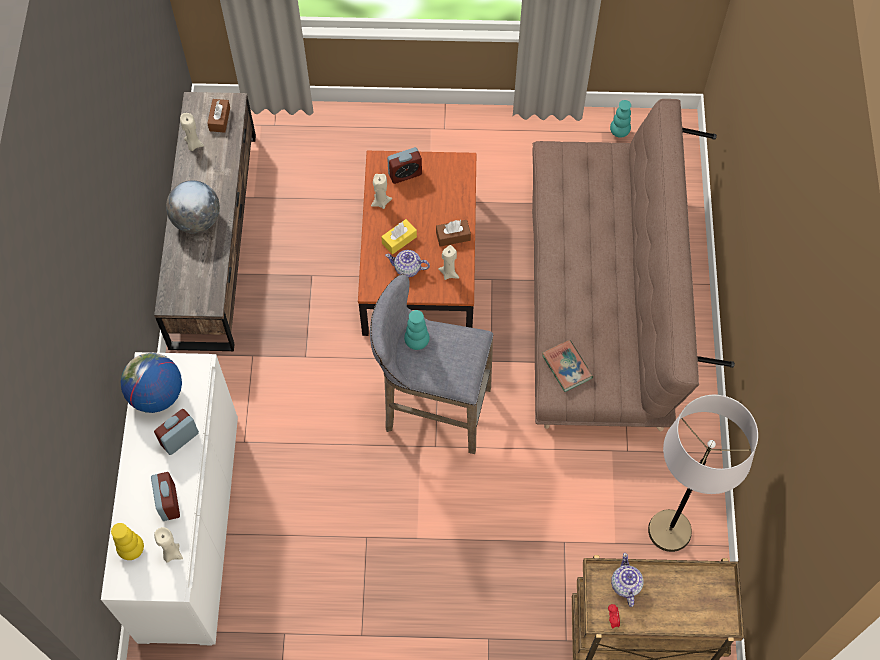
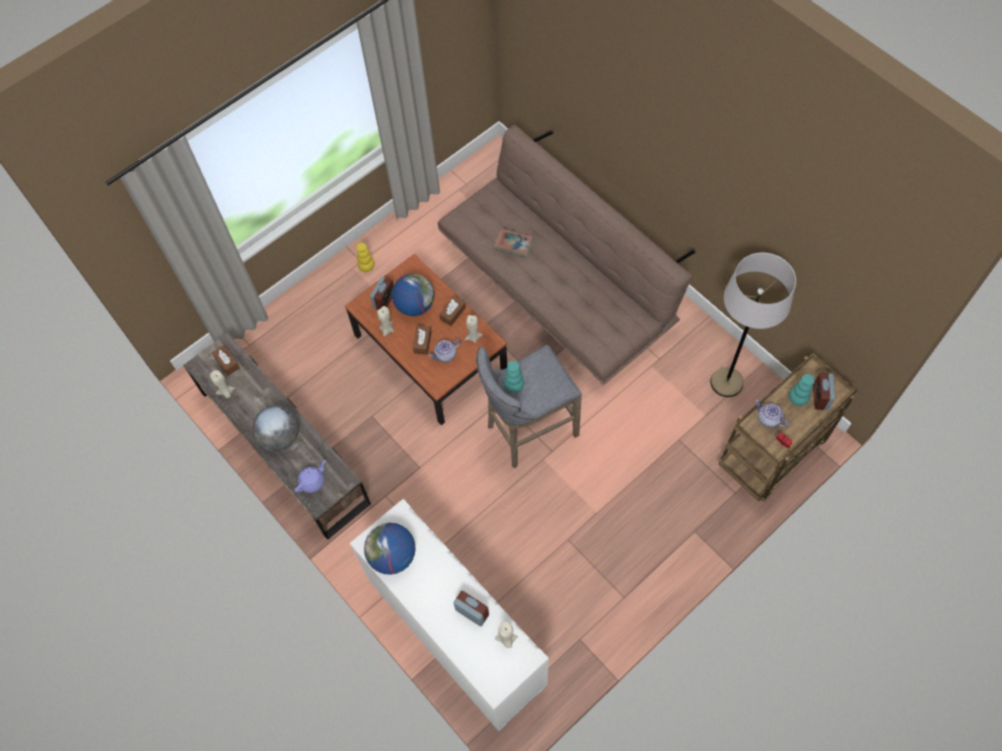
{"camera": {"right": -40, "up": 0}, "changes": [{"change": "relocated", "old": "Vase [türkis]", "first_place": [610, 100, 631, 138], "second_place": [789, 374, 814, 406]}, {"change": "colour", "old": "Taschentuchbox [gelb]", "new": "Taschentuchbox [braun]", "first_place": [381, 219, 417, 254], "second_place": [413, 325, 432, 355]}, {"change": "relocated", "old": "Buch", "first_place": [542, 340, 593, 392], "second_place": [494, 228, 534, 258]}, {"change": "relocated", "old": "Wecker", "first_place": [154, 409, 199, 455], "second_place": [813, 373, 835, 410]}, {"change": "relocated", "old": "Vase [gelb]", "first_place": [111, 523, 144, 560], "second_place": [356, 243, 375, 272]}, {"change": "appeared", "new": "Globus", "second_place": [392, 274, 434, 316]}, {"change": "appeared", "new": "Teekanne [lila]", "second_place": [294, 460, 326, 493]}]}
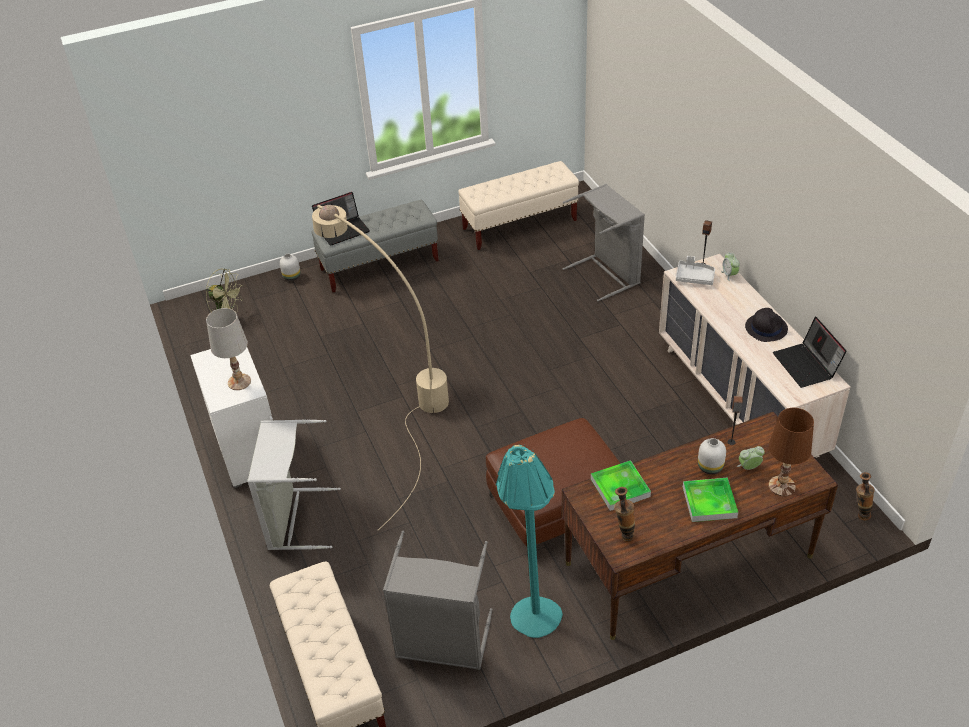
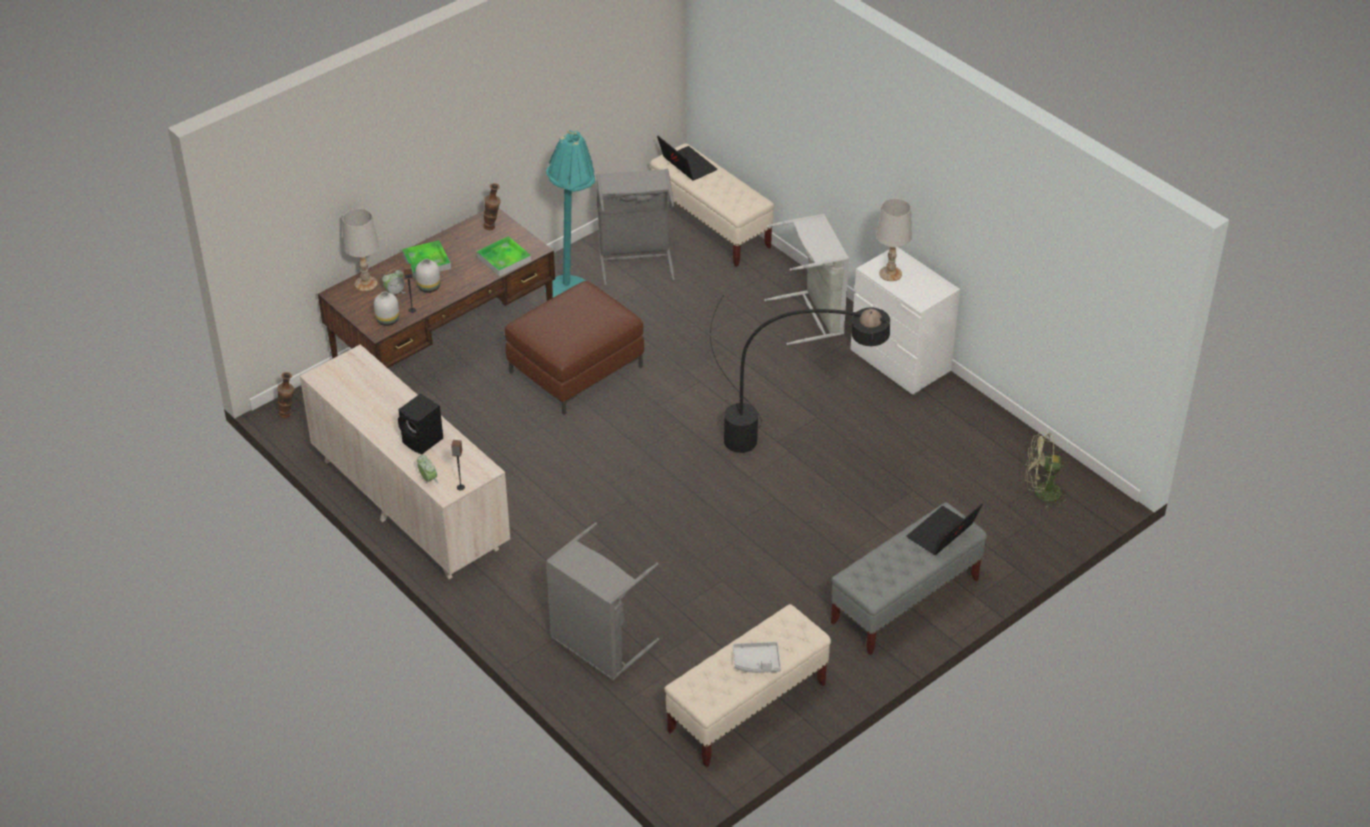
{"camera": {"right": 160, "up": 0}, "changes": [{"change": "colour", "old": "Stehlampe [beige]", "new": "Stehlampe [schwarz]", "first_place": [312, 205, 449, 530], "second_place": [710, 295, 890, 453]}, {"change": "relocated", "old": "Vase [weiß]", "first_place": [280, 254, 301, 281], "second_place": [374, 291, 399, 326]}, {"change": "relocated", "old": "Tablett [grau]", "first_place": [676, 256, 715, 285], "second_place": [733, 642, 781, 673]}, {"change": "missing", "old": "Hut [schwarz]", "first_place": [745, 308, 788, 342]}, {"change": "relocated", "old": "Laptop", "first_place": [773, 317, 846, 388], "second_place": [657, 136, 717, 181]}, {"change": "colour", "old": "Tischlampe [braun]", "new": "Tischlampe [weiß]", "first_place": [769, 408, 814, 496], "second_place": [343, 209, 379, 291]}, {"change": "appeared", "new": "Lautsprecher [schwarz]", "second_place": [398, 394, 443, 454]}]}
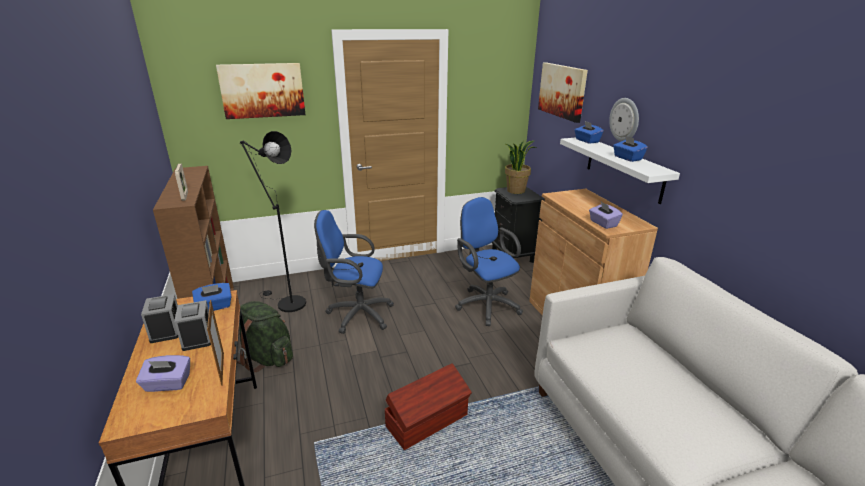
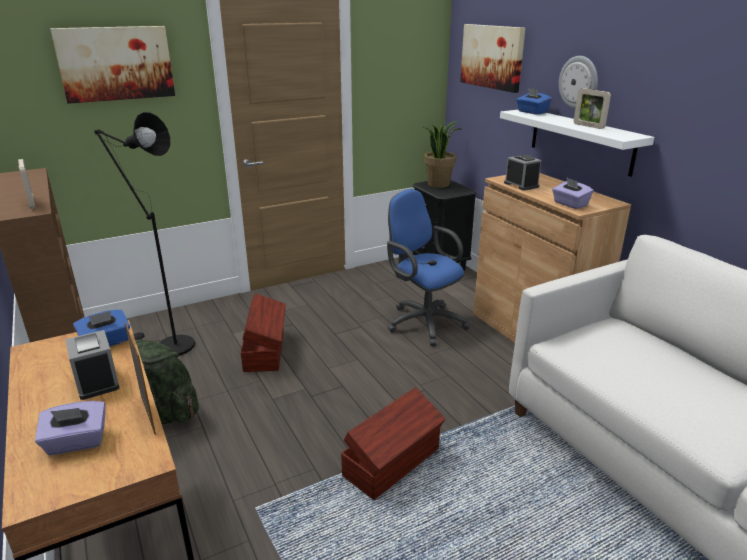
{"camera": {"right": -10, "up": 0}, "changes": [{"change": "exchanged", "old": "Taschentuchbox [blau]", "new": "Bilderrahmen", "first_place": [613, 136, 648, 162], "second_place": [574, 88, 611, 129]}, {"change": "exchanged", "old": "Bürostuhl [blau]", "new": "Aufbewahrungsbox [braun]", "first_place": [314, 210, 394, 334], "second_place": [241, 293, 286, 372]}, {"change": "relocated", "old": "Wecker", "first_place": [141, 294, 178, 343], "second_place": [504, 155, 541, 191]}]}
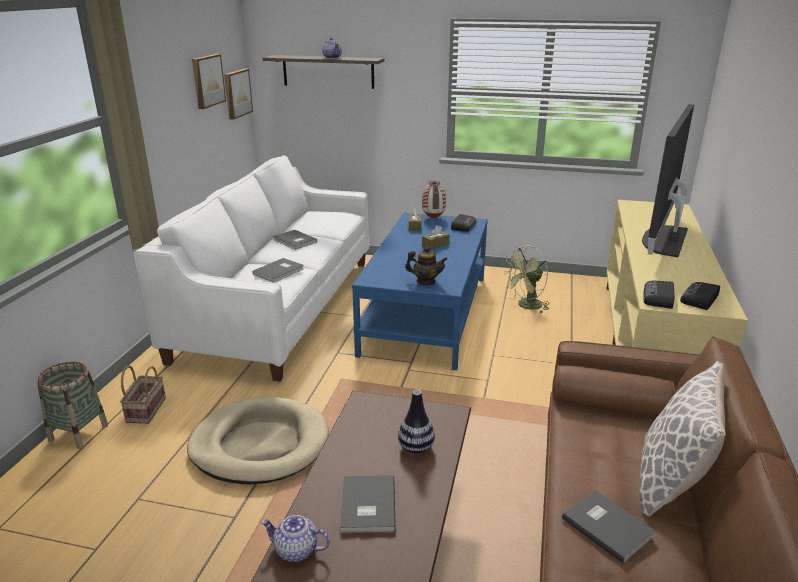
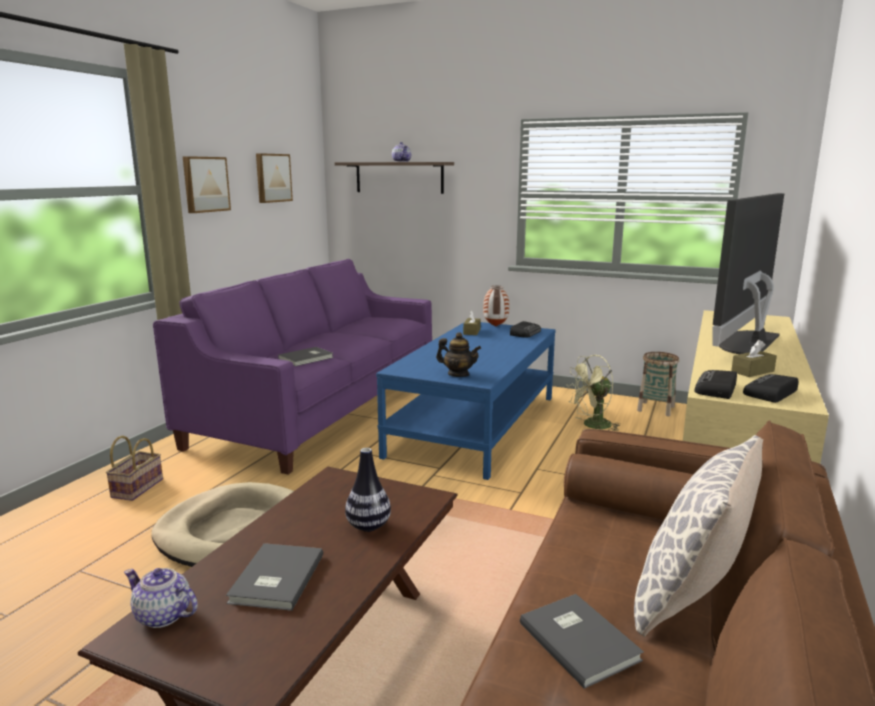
{"camera": {"right": 10, "up": -10}, "changes": [{"change": "relocated", "old": "Bild", "first_place": [224, 69, 253, 120], "second_place": [183, 156, 231, 213]}, {"change": "colour", "old": "Sofa [weiß]", "new": "Sofa [lila]", "first_place": [134, 155, 369, 382], "second_place": [153, 259, 432, 475]}, {"change": "relocated", "old": "Taschentuchbox [braun]", "first_place": [422, 225, 450, 250], "second_place": [731, 340, 777, 377]}, {"change": "missing", "old": "Buch [grau]", "first_place": [273, 230, 317, 250]}, {"change": "relocated", "old": "Korb", "first_place": [37, 362, 108, 449], "second_place": [637, 352, 679, 416]}]}
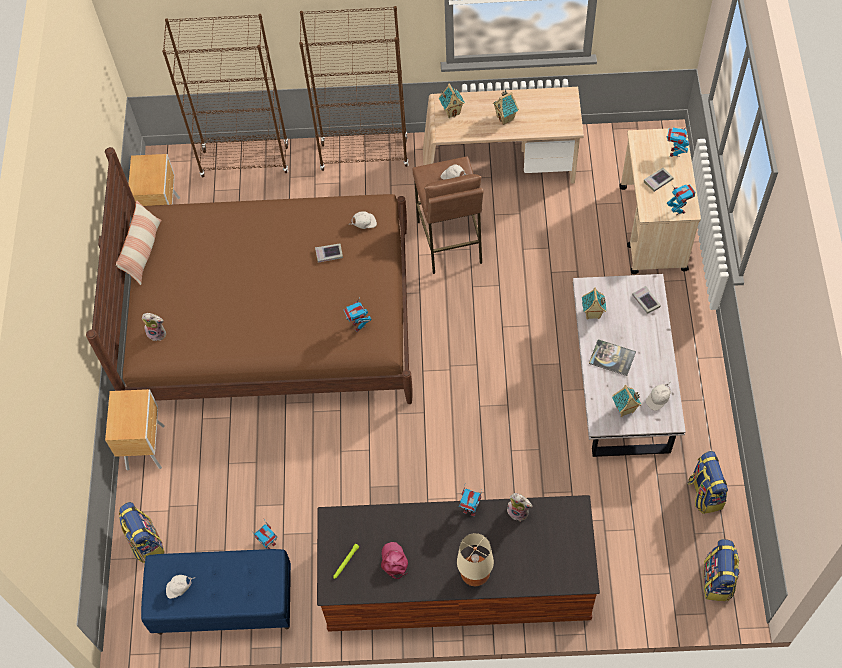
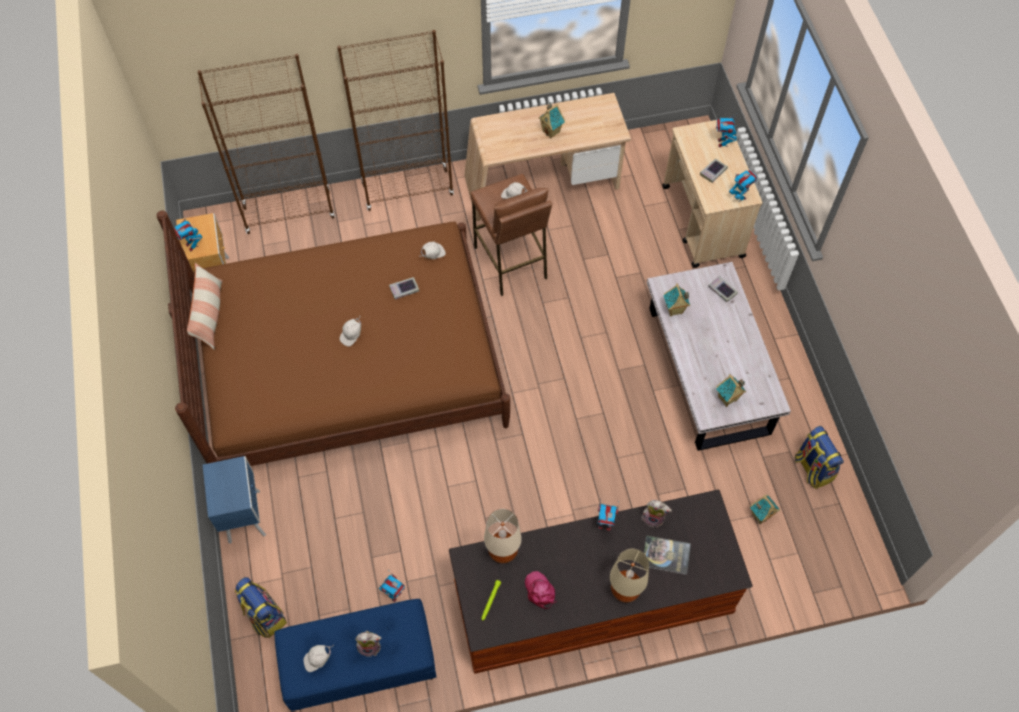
{"camera": {"right": -15, "up": 0}, "changes": [{"change": "relocated", "old": "Spielzeughaus", "first_place": [439, 84, 465, 118], "second_place": [750, 495, 780, 524]}, {"change": "relocated", "old": "Spielzeugroboter", "first_place": [344, 296, 372, 332], "second_place": [174, 214, 202, 252]}, {"change": "relocated", "old": "Plüschtier", "first_place": [142, 313, 166, 341], "second_place": [355, 630, 382, 657]}, {"change": "relocated", "old": "Buch", "first_place": [589, 339, 636, 376], "second_place": [642, 536, 691, 575]}, {"change": "relocated", "old": "Kappe [weiß]", "first_place": [646, 382, 671, 411], "second_place": [340, 315, 361, 347]}, {"change": "colour", "old": "Nachttisch [braun]", "new": "Nachttisch [blau]", "first_place": [105, 389, 165, 471], "second_place": [203, 456, 266, 544]}, {"change": "missing", "old": "Rucksack", "first_place": [703, 539, 740, 602]}, {"change": "appeared", "new": "Tischlampe [beige]", "second_place": [484, 509, 522, 563]}]}
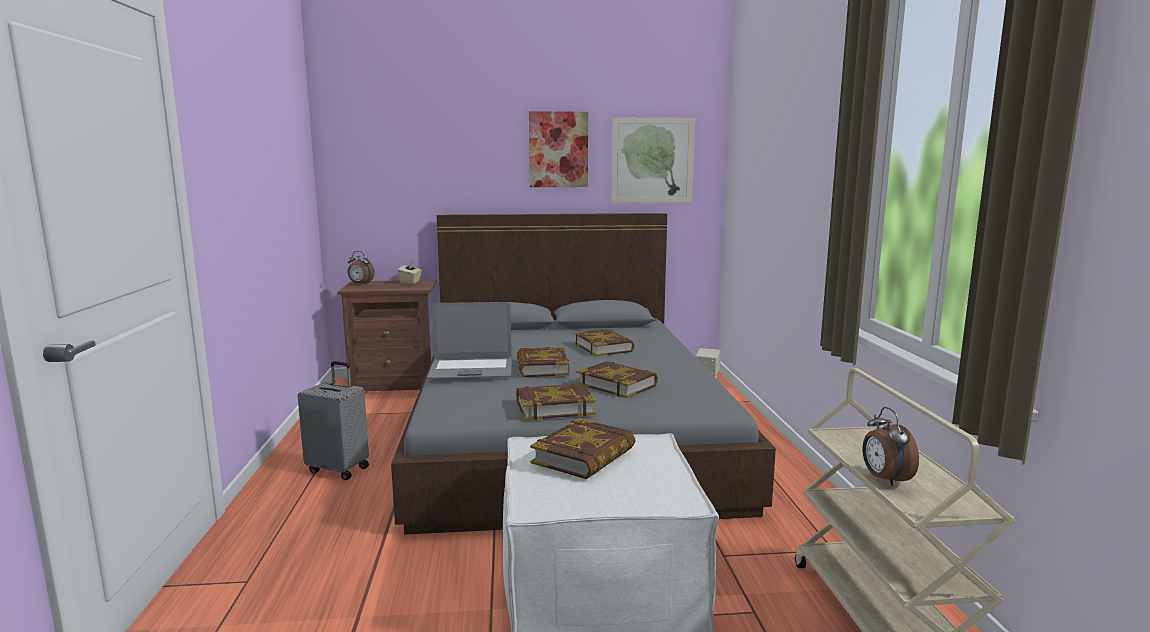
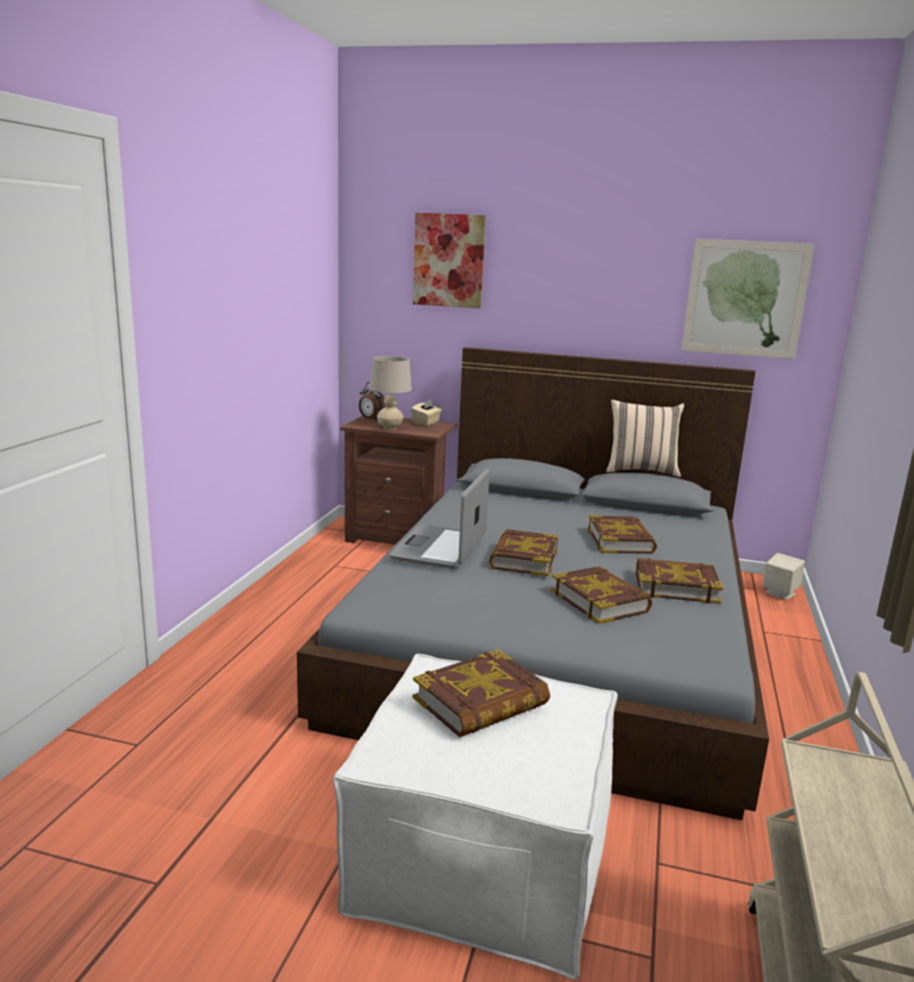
{"camera": {"right": 20, "up": 5}, "changes": [{"change": "relocated", "old": "Bild", "first_place": [529, 111, 588, 187], "second_place": [413, 213, 486, 309]}, {"change": "spun", "old": "Laptop", "first_place": [427, 302, 512, 379], "second_place": [389, 469, 490, 569], "degrees": 90}, {"change": "missing", "old": "Koffer [grau]", "first_place": [298, 361, 369, 480]}, {"change": "relocated", "old": "Buch", "first_place": [516, 383, 596, 420], "second_place": [636, 558, 723, 604]}, {"change": "missing", "old": "Wecker", "first_place": [863, 407, 919, 486]}, {"change": "appeared", "new": "Tischlampe [beige]", "second_place": [370, 356, 412, 430]}, {"change": "appeared", "new": "Kissen [beige]", "second_place": [606, 400, 684, 477]}]}
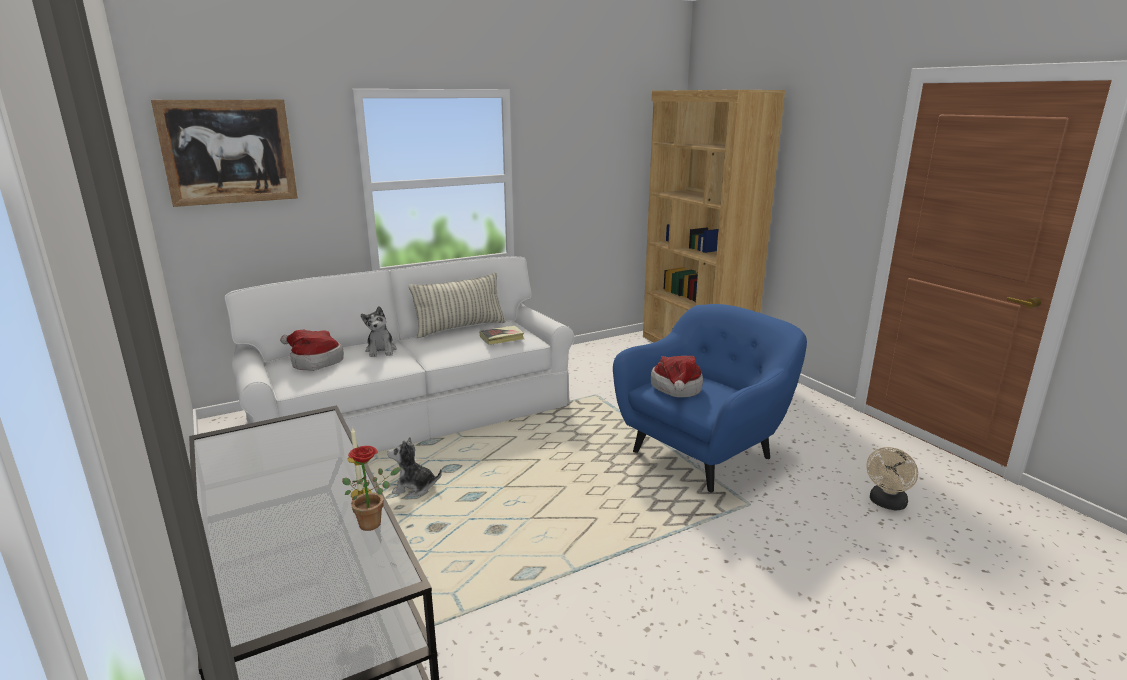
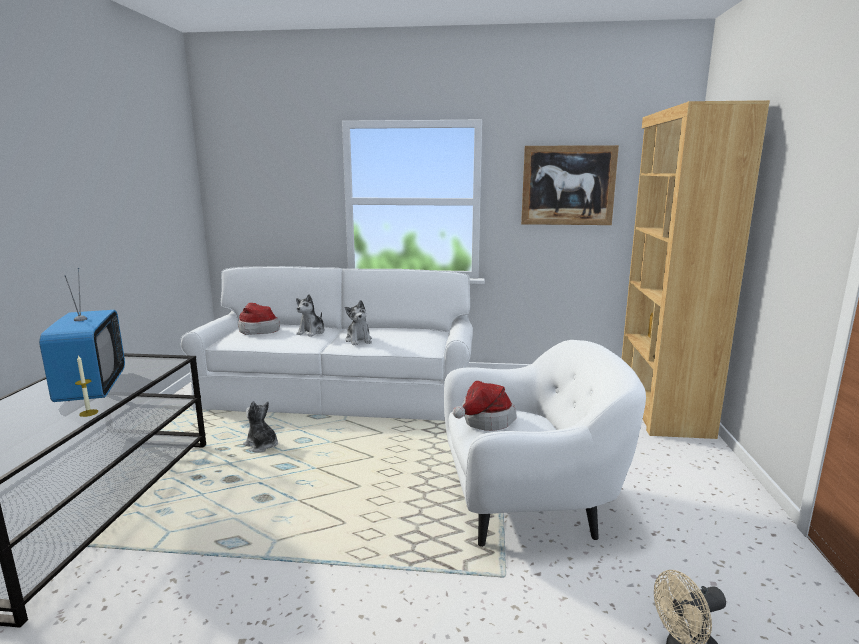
{"camera": {"right": 35, "up": -5}, "changes": [{"change": "relocated", "old": "Bild", "first_place": [151, 100, 298, 207], "second_place": [521, 145, 619, 225]}, {"change": "missing", "old": "Kissen", "first_place": [409, 273, 506, 338]}, {"change": "colour", "old": "Sessel [blau]", "new": "Sessel [weiß]", "first_place": [613, 304, 807, 492], "second_place": [444, 340, 646, 547]}, {"change": "missing", "old": "Buch", "first_place": [480, 326, 524, 345]}, {"change": "missing", "old": "Topfpflanze", "first_place": [342, 446, 402, 531]}, {"change": "appeared", "new": "Fernseher", "second_place": [39, 268, 125, 402]}, {"change": "appeared", "new": "Plüschtier", "second_place": [345, 300, 372, 345]}]}
